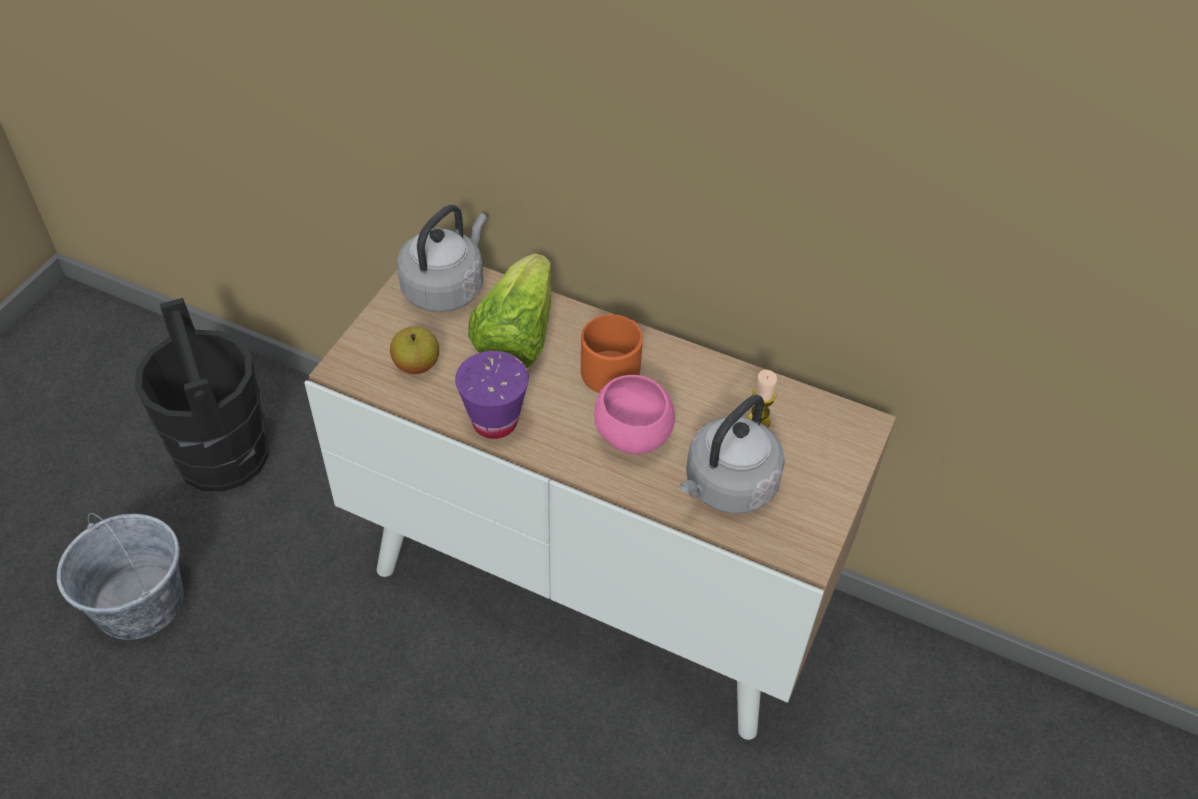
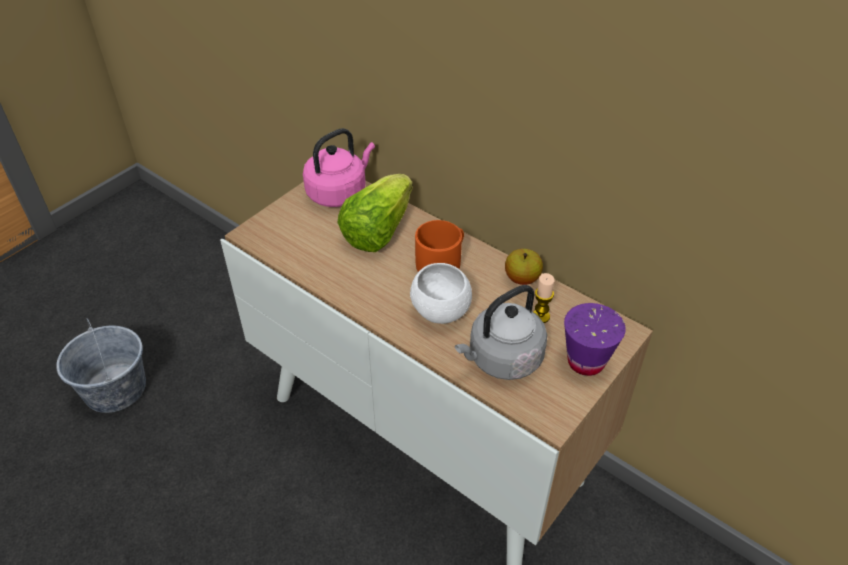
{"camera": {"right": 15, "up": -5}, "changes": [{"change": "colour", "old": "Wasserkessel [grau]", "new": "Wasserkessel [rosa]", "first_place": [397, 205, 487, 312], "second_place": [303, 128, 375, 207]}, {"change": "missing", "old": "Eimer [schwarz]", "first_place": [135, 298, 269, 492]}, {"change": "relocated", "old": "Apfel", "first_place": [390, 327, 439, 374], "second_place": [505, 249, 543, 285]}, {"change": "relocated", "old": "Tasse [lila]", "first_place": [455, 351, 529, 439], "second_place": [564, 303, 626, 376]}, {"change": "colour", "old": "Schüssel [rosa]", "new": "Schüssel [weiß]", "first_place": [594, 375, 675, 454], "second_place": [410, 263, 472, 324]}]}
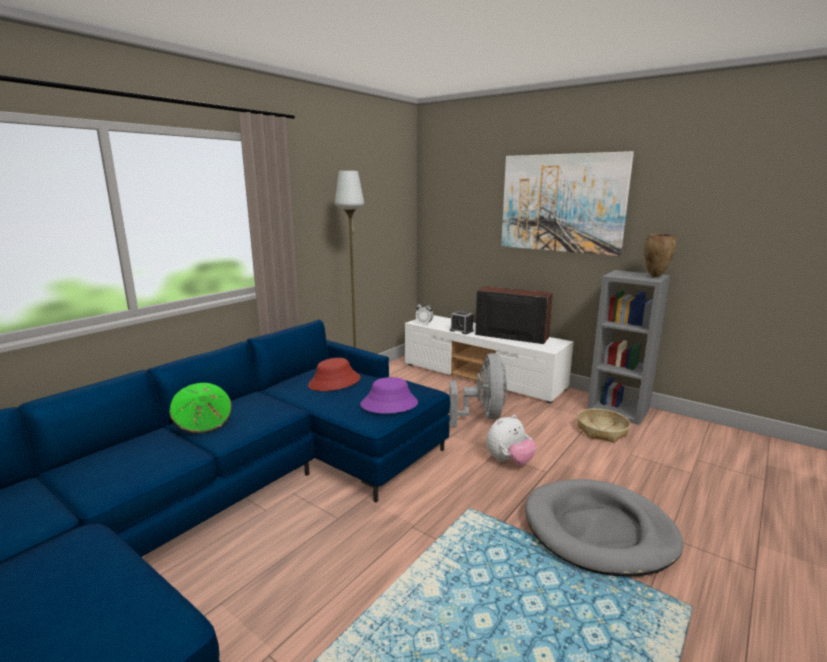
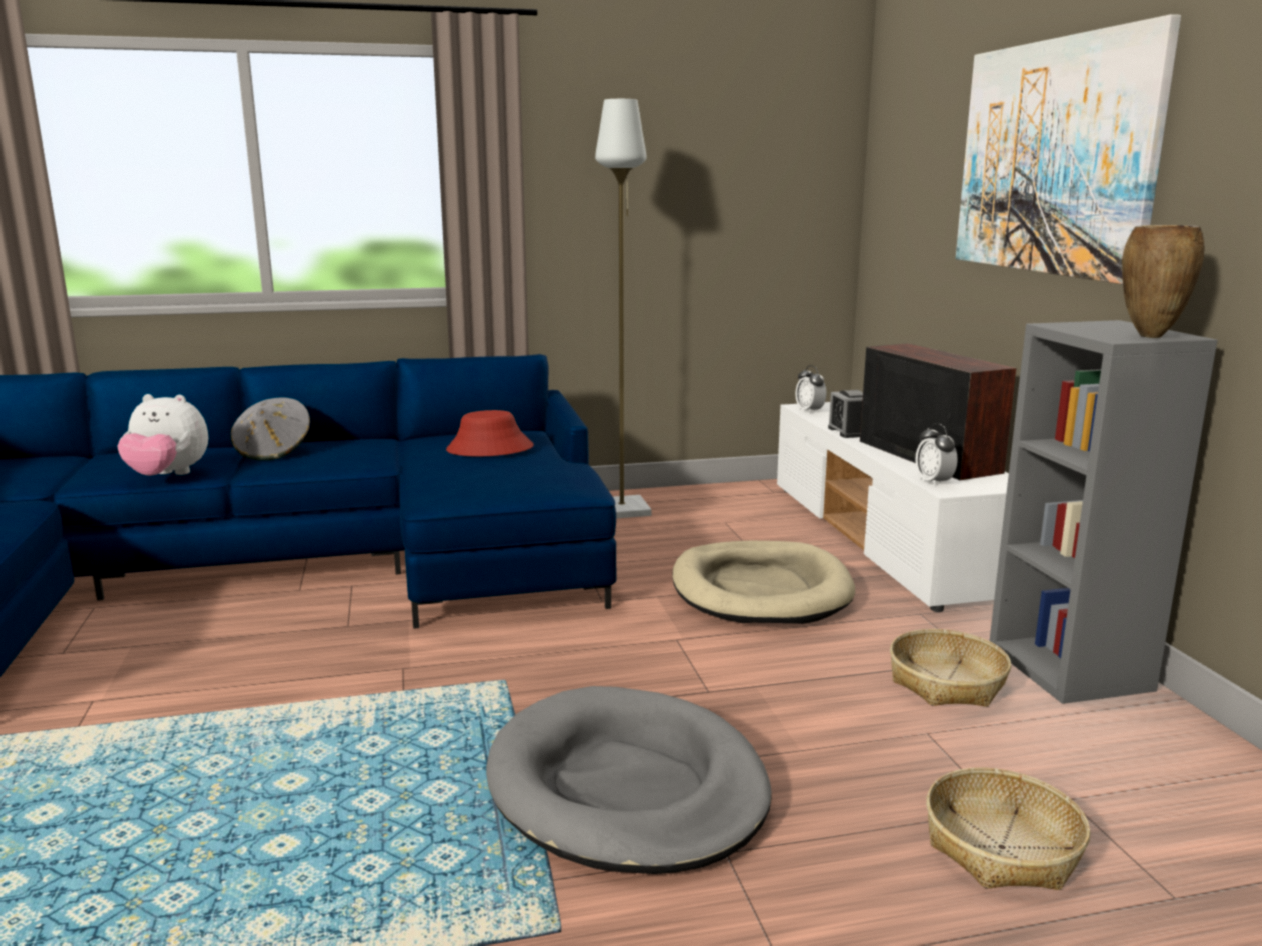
{"camera": {"right": 40, "up": 0}, "changes": [{"change": "exchanged", "old": "Ventilator [grau]", "new": "Hundebett [beige]", "first_place": [449, 353, 507, 427], "second_place": [672, 541, 855, 624]}, {"change": "missing", "old": "Hut [lila]", "first_place": [360, 377, 418, 413]}, {"change": "colour", "old": "Hut [grün]", "new": "Hut [grau]", "first_place": [169, 383, 232, 434], "second_place": [231, 397, 310, 461]}, {"change": "relocated", "old": "Plüschtier", "first_place": [486, 415, 537, 465], "second_place": [117, 394, 208, 476]}, {"change": "appeared", "new": "Wecker", "second_place": [915, 423, 958, 487]}, {"change": "appeared", "new": "Korb", "second_place": [926, 768, 1090, 890]}]}
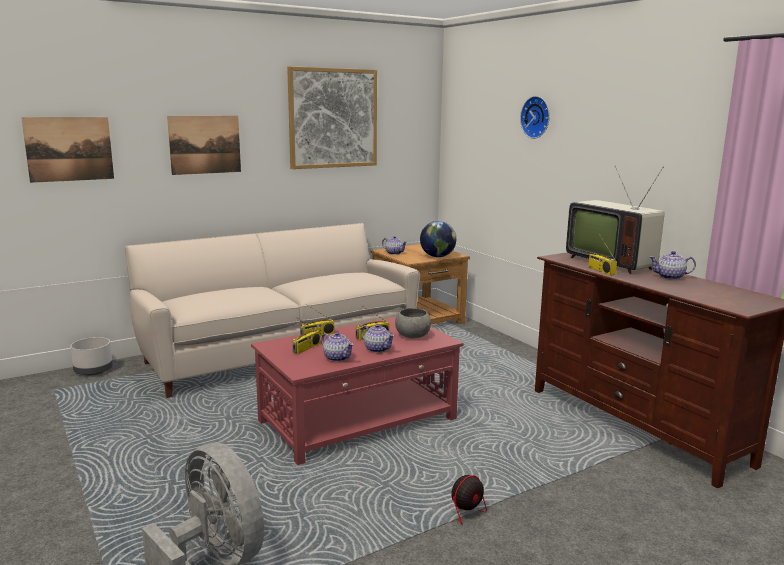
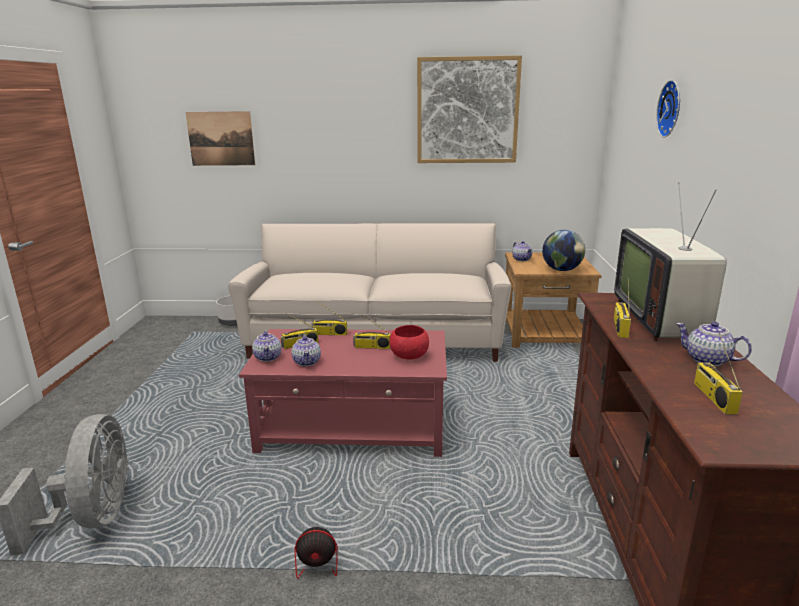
{"camera": {"right": 35, "up": 5}, "changes": [{"change": "missing", "old": "Bild", "first_place": [167, 116, 241, 175]}, {"change": "colour", "old": "Schüssel [grau]", "new": "Schüssel [rot]", "first_place": [395, 308, 431, 338], "second_place": [389, 325, 429, 359]}, {"change": "relocated", "old": "Teekanne", "first_place": [361, 324, 395, 353], "second_place": [252, 331, 282, 362]}, {"change": "appeared", "new": "Radio", "second_place": [694, 333, 743, 414]}]}
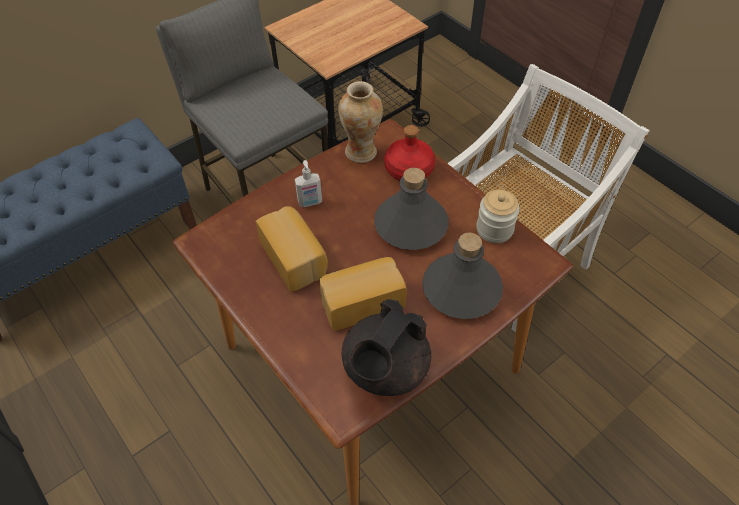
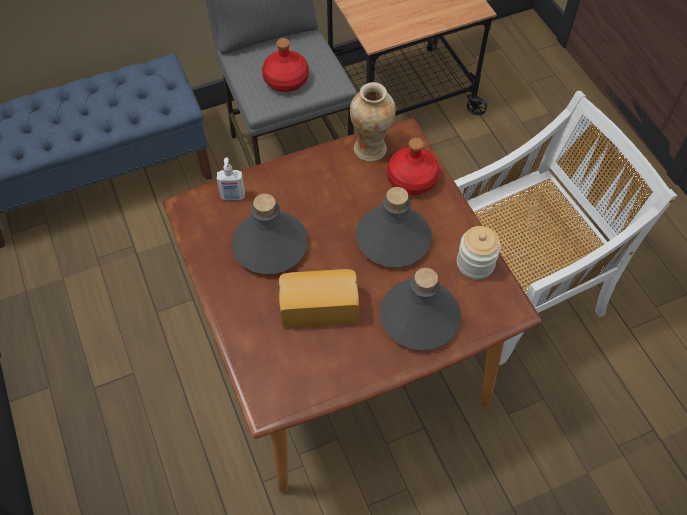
{"camera": {"right": 15, "up": 5}, "changes": [{"change": "relocated", "old": "Seifenspender", "first_place": [295, 160, 322, 207], "second_place": [217, 157, 245, 200]}, {"change": "exchanged", "old": "Brot", "new": "Flasche [grau]", "first_place": [256, 206, 328, 292], "second_place": [232, 194, 308, 274]}, {"change": "missing", "old": "Teekanne [schwarz]", "first_place": [341, 299, 431, 396]}, {"change": "appeared", "new": "Flasche [rot]", "second_place": [262, 38, 309, 92]}]}
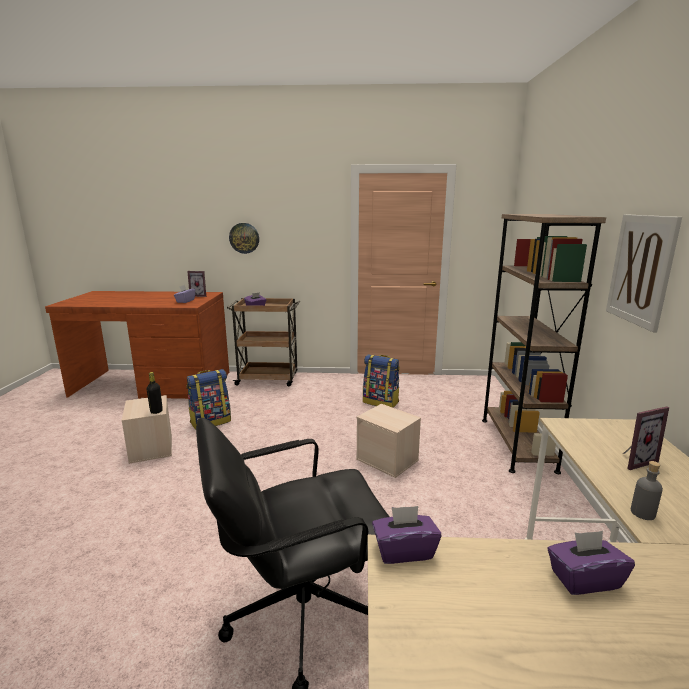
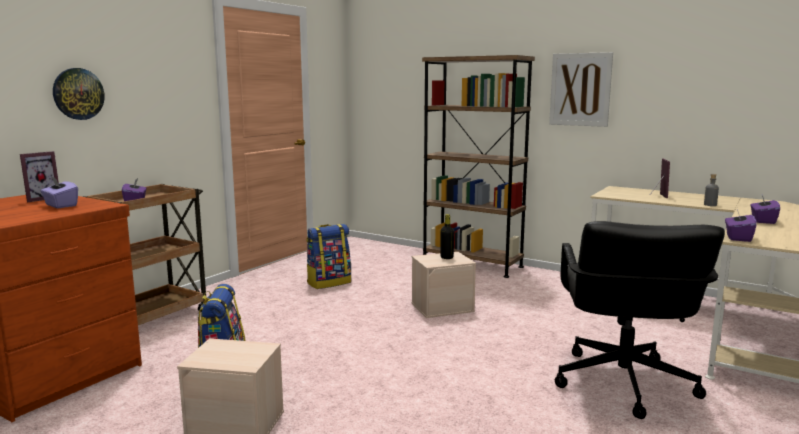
{"camera": {"right": -60, "up": -5}, "changes": [{"change": "relocated", "old": "Flasche [schwarz]", "first_place": [146, 372, 163, 414], "second_place": [440, 214, 454, 259]}]}
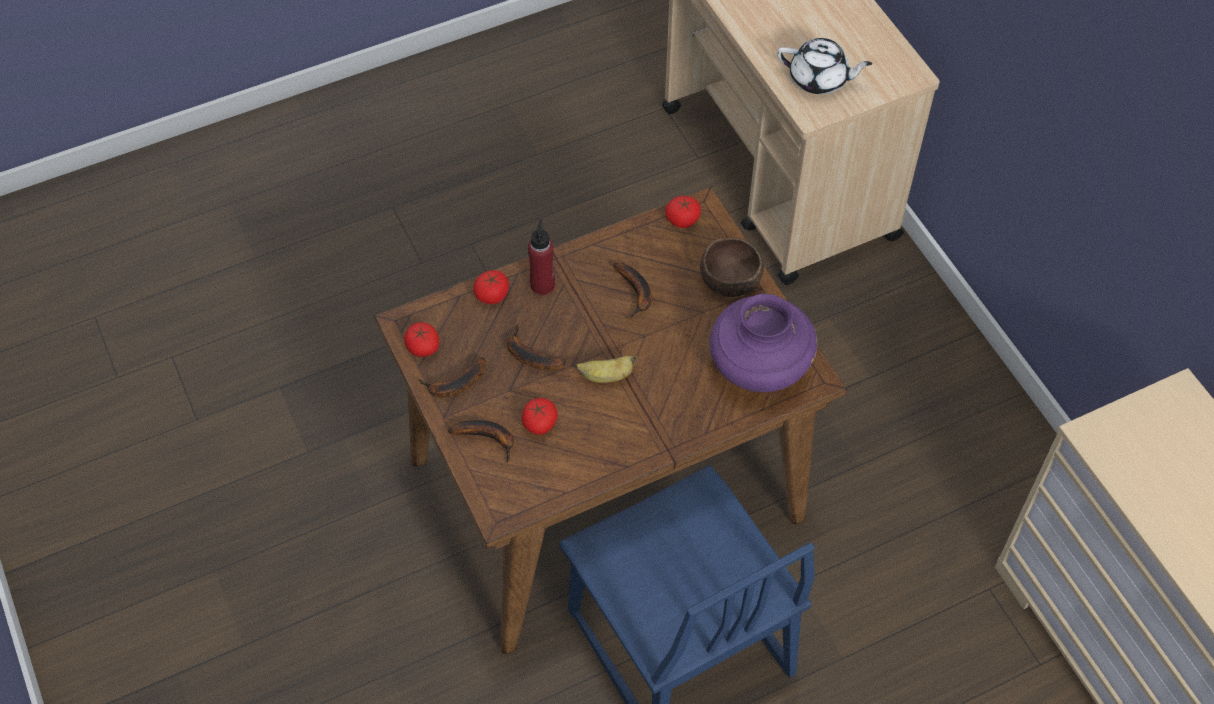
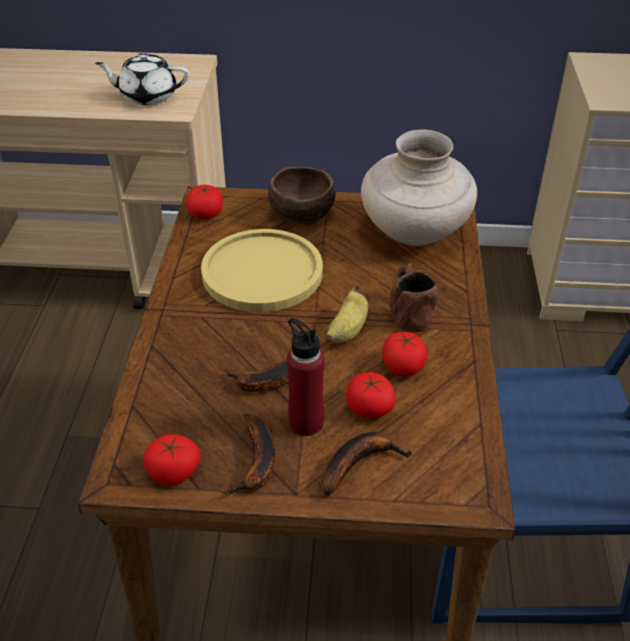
{"camera": {"right": -60, "up": -15}, "changes": [{"change": "spun", "old": "Teekanne [weiß]", "first_place": [777, 38, 872, 94], "second_place": [95, 53, 189, 105], "degrees": -135}, {"change": "relocated", "old": "Flasche [rot]", "first_place": [528, 219, 555, 295], "second_place": [287, 318, 325, 436]}, {"change": "exchanged", "old": "Banane", "new": "Teller [gelb]", "first_place": [613, 263, 652, 319], "second_place": [201, 229, 323, 312]}, {"change": "relocated", "old": "Tomate", "first_place": [474, 270, 509, 304], "second_place": [382, 332, 427, 376]}, {"change": "colour", "old": "Vase [lila]", "new": "Vase [beige]", "first_place": [709, 294, 817, 392], "second_place": [361, 129, 477, 246]}, {"change": "appeared", "new": "Henkelbecher [braun]", "second_place": [389, 263, 439, 333]}]}
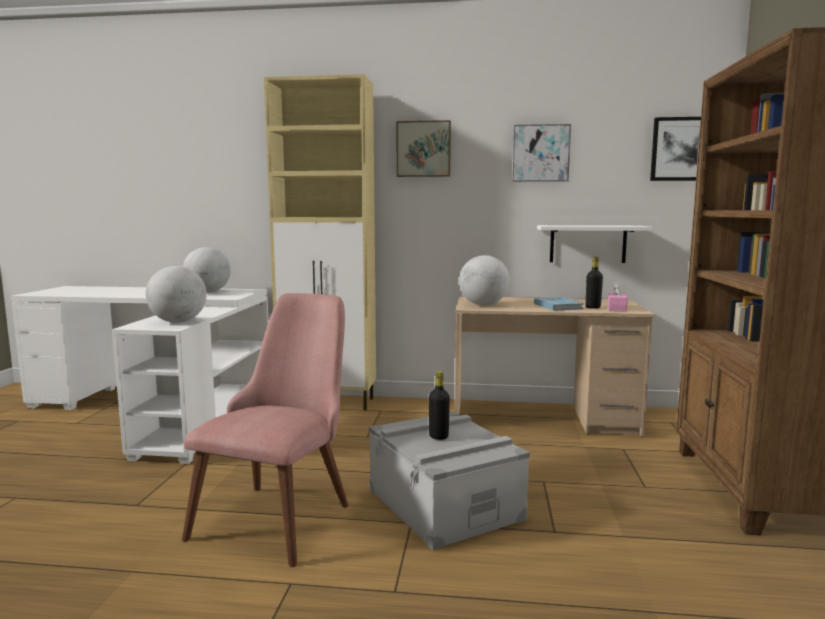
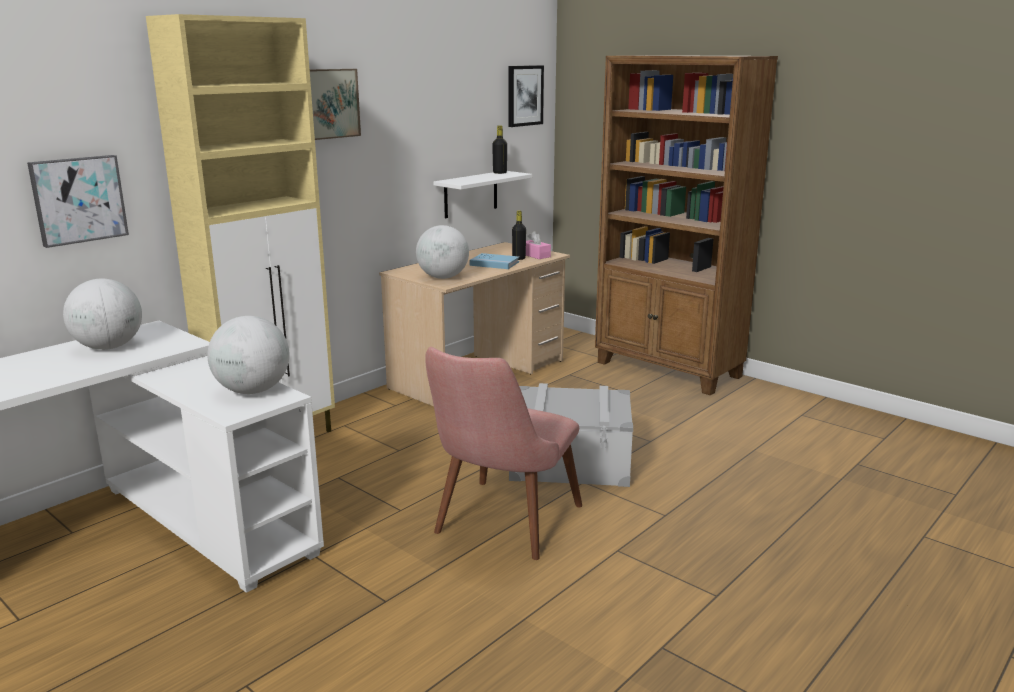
{"camera": {"right": -55, "up": 10}, "changes": [{"change": "relocated", "old": "Bild", "first_place": [513, 124, 571, 182], "second_place": [27, 155, 129, 248]}, {"change": "spun", "old": "Stuhl [rosa]", "first_place": [182, 293, 349, 567], "second_place": [425, 347, 582, 560], "degrees": -120}, {"change": "relocated", "old": "Flasche [schwarz]", "first_place": [429, 371, 450, 440], "second_place": [492, 126, 507, 174]}]}
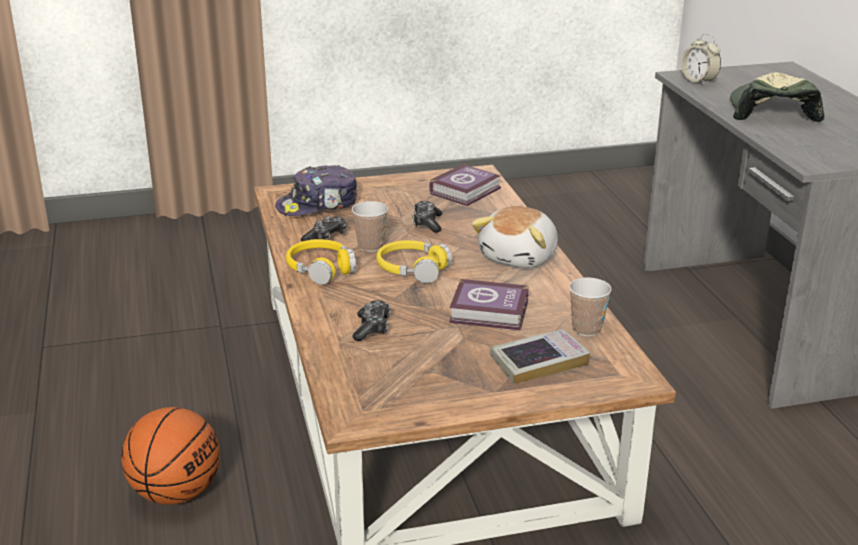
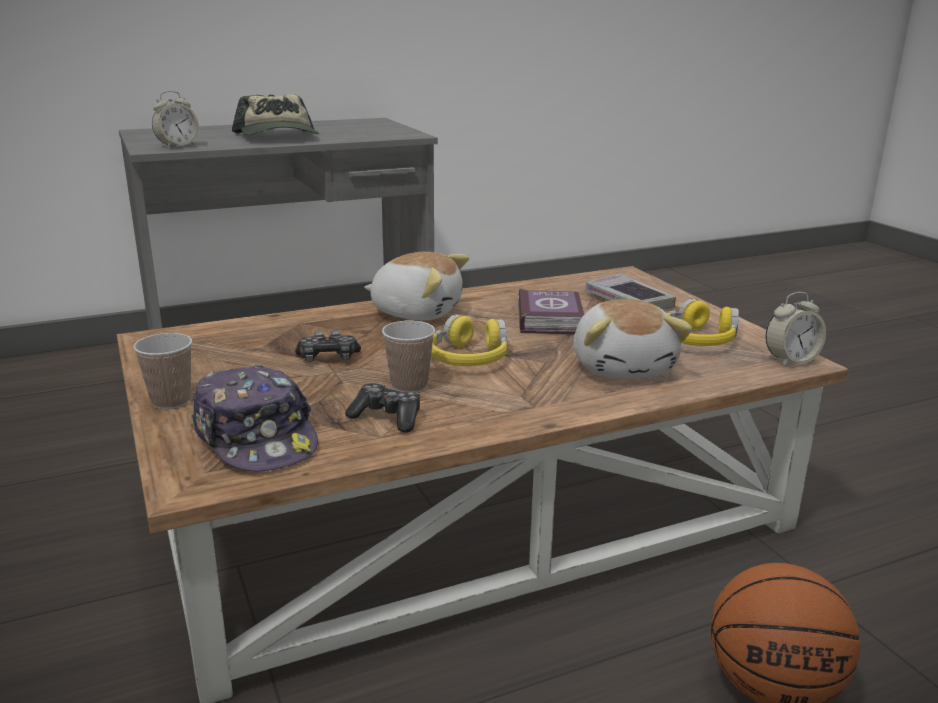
{"camera": {"right": -100, "up": -5}, "changes": [{"change": "spun", "old": "Kappe", "first_place": [730, 72, 824, 122], "second_place": [232, 94, 319, 135], "degrees": -105}, {"change": "missing", "old": "Buch", "first_place": [429, 163, 501, 206]}, {"change": "relocated", "old": "Kopfhörer [gelb]", "first_place": [286, 239, 356, 285], "second_place": [667, 299, 739, 346]}, {"change": "relocated", "old": "Tasse", "first_place": [569, 278, 612, 336], "second_place": [133, 333, 192, 409]}, {"change": "exchanged", "old": "Gamepad", "new": "Plüschtier", "first_place": [353, 300, 391, 341], "second_place": [574, 299, 693, 378]}, {"change": "appeared", "new": "Wecker", "second_place": [766, 292, 826, 367]}]}
